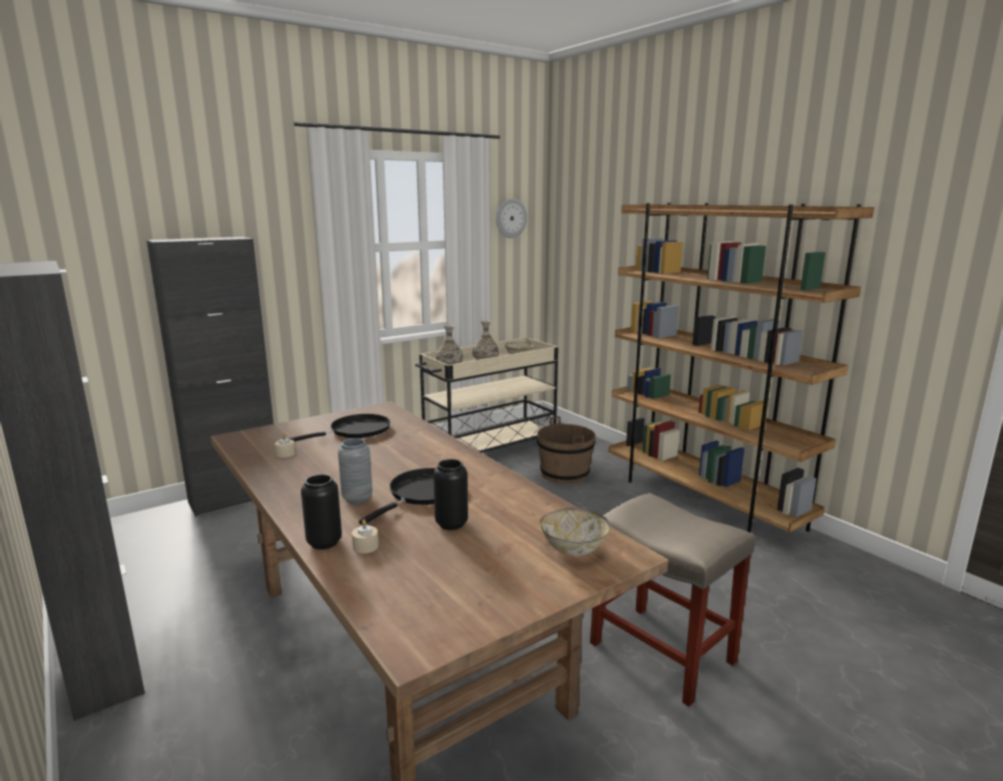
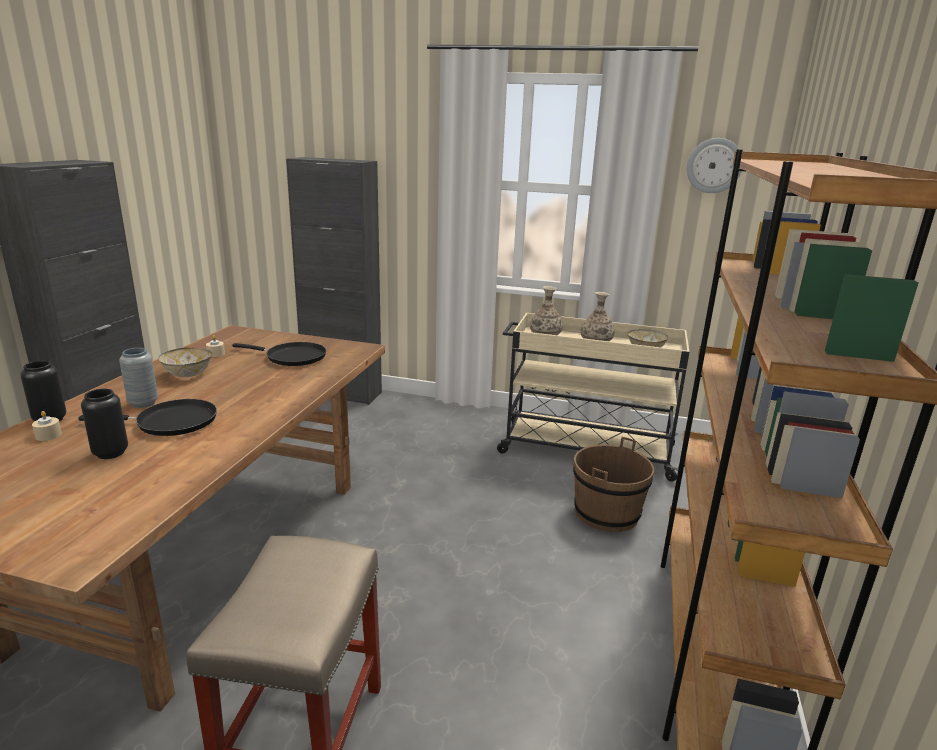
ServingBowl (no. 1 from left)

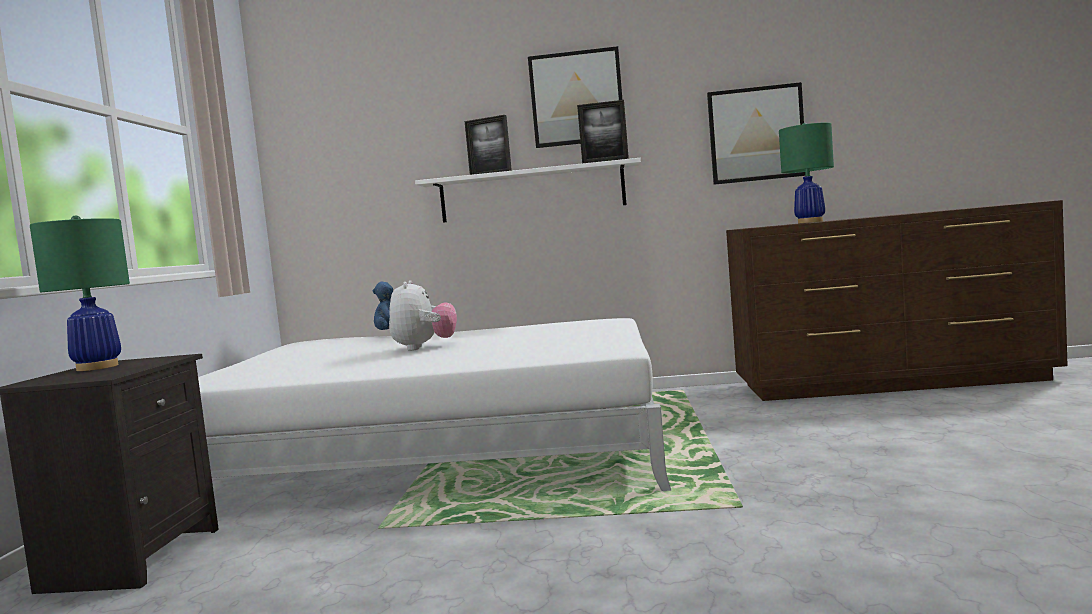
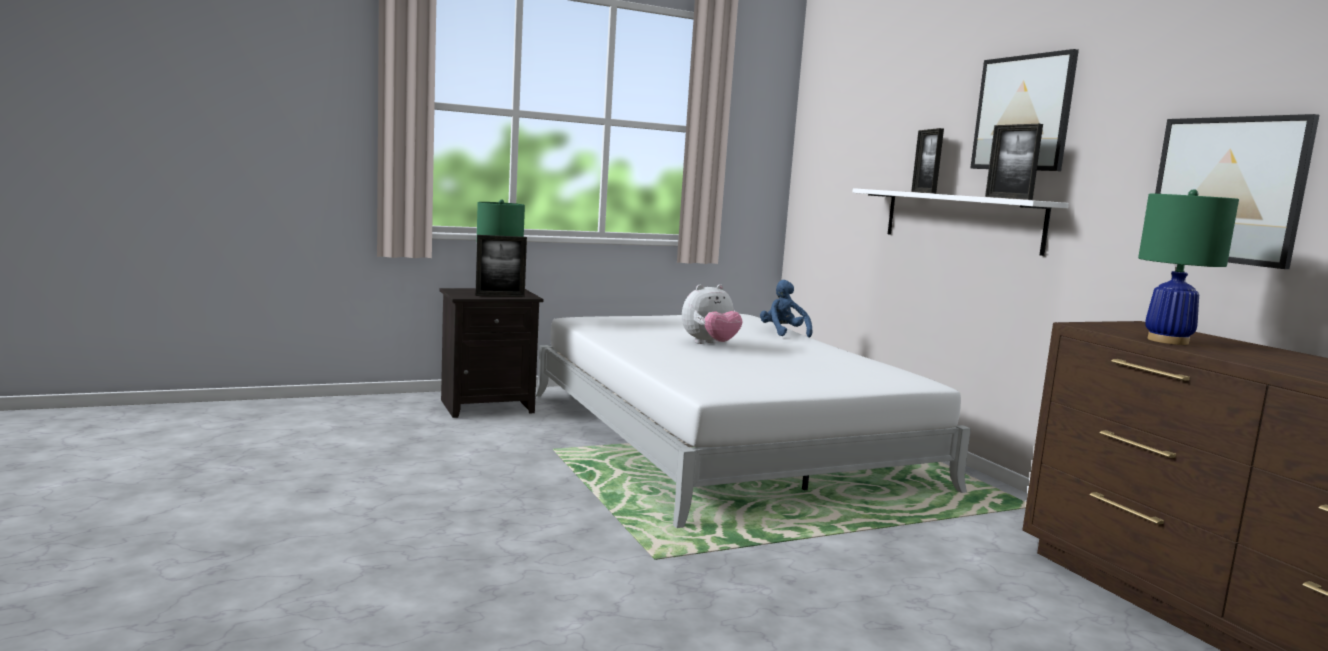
PictureFrame (no. 1 from left)

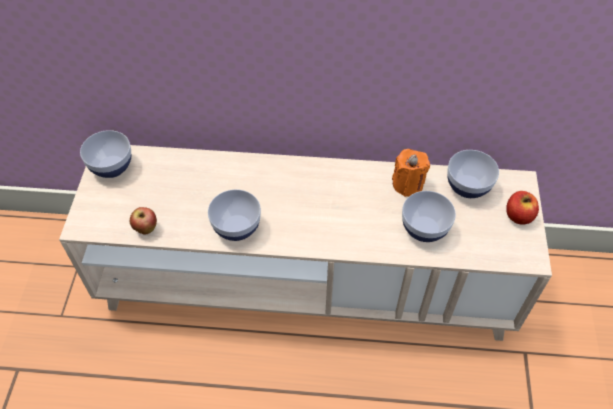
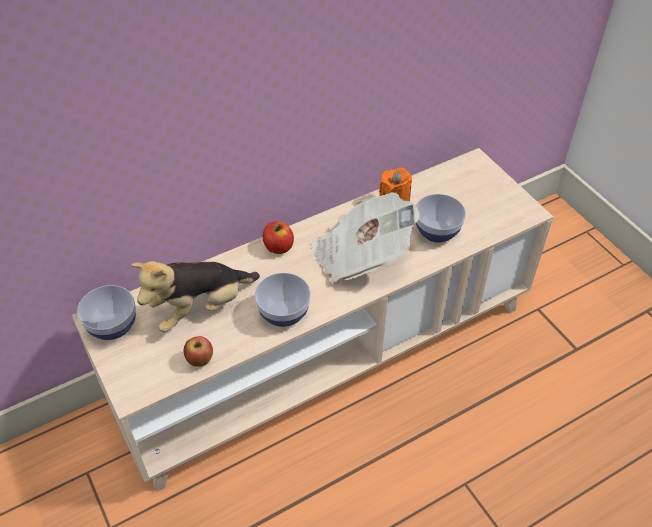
ServingBowl (no. 4 from left in the first image)
PlushToy
DailyPaper
WholeApple (no. 2 from left)

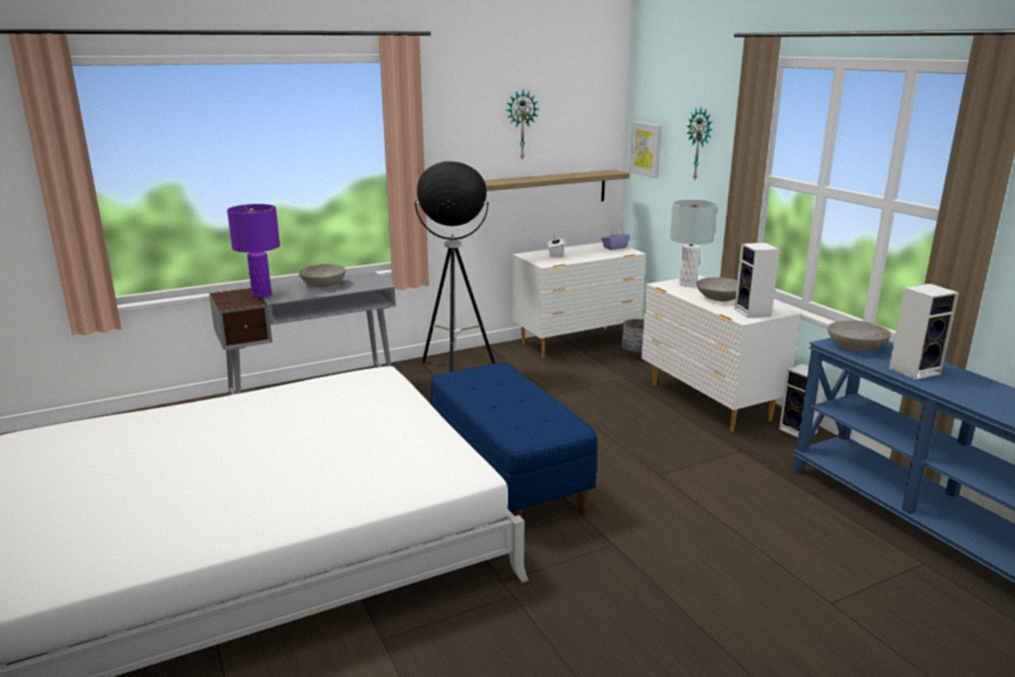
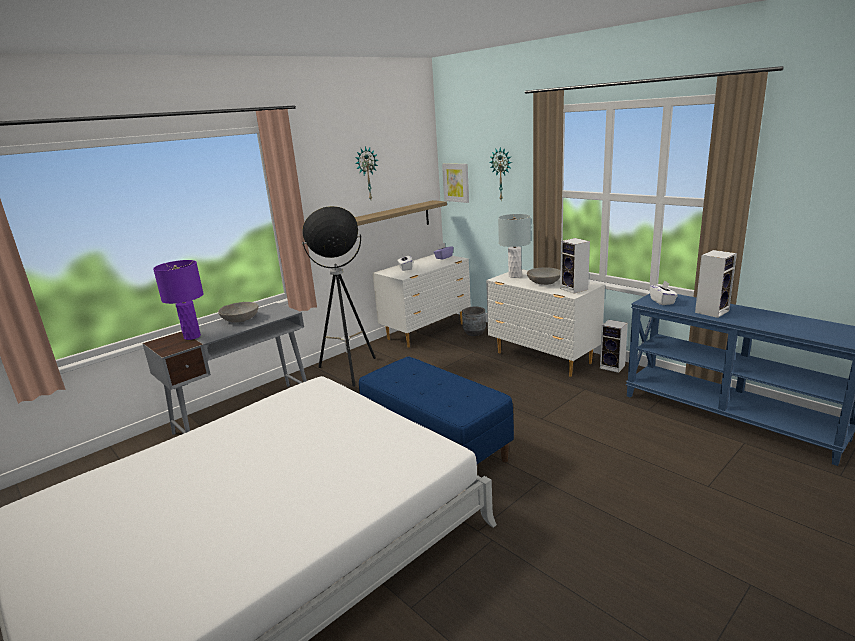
WhiteColouredTissueHolder (no. 2 from left)

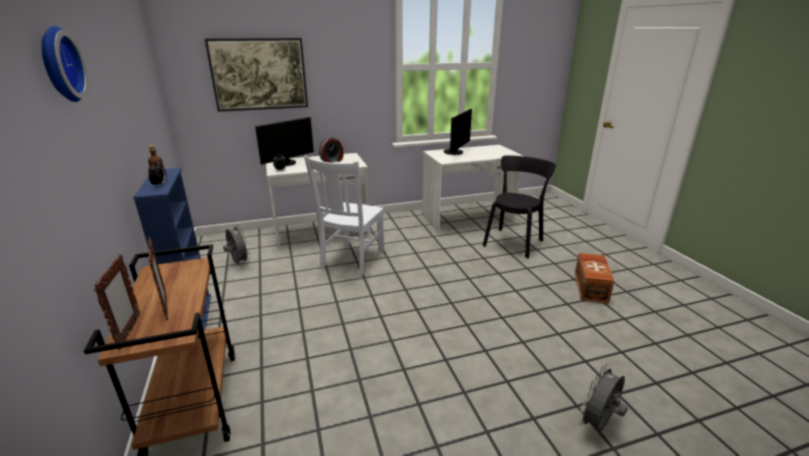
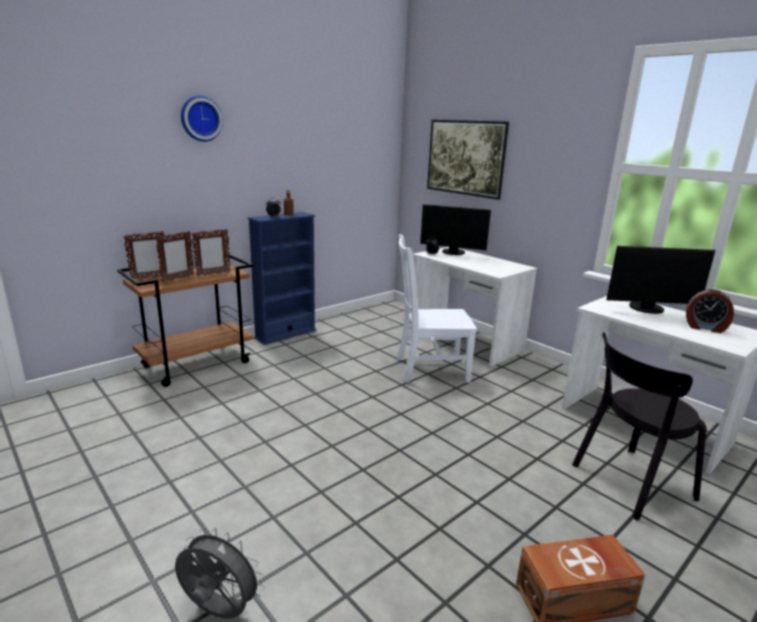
GreyishFan (no. 1 from left in the first image)
PictureFrame (no. 3 from left)
BedsideClock (no. 3 from left)
BlackColouredPlainChair

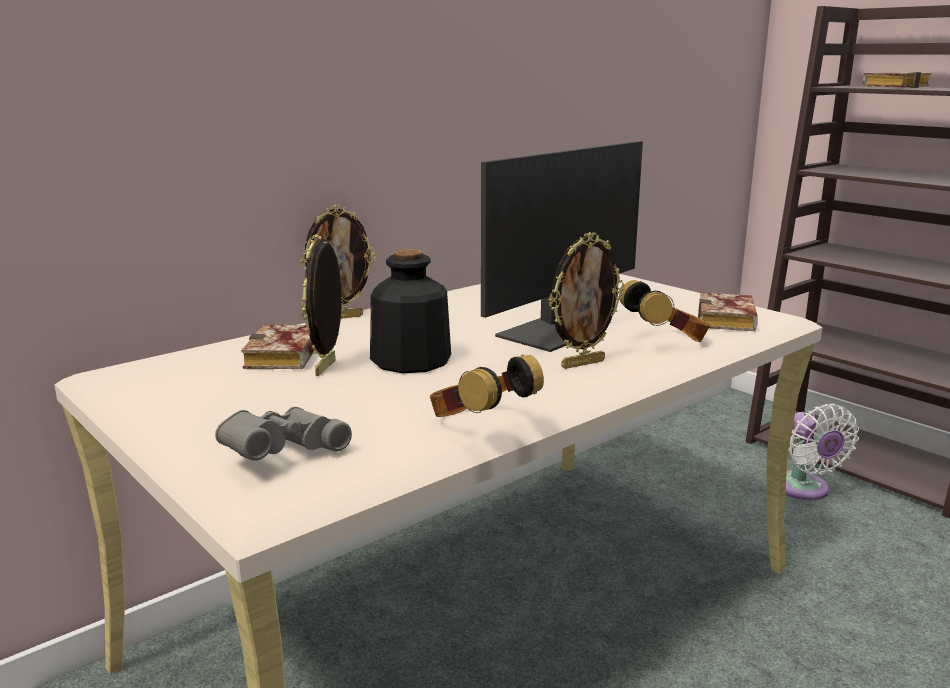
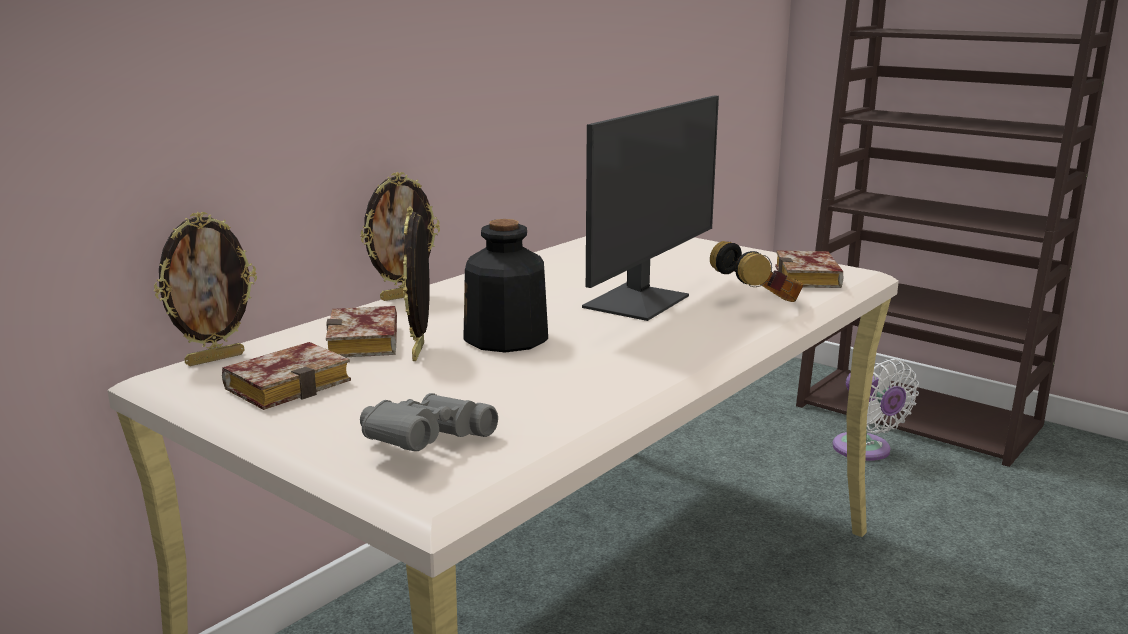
Headset (no. 1 from left in the first image)
PictureFrame (no. 1 from left)
Book (no. 1 from left)

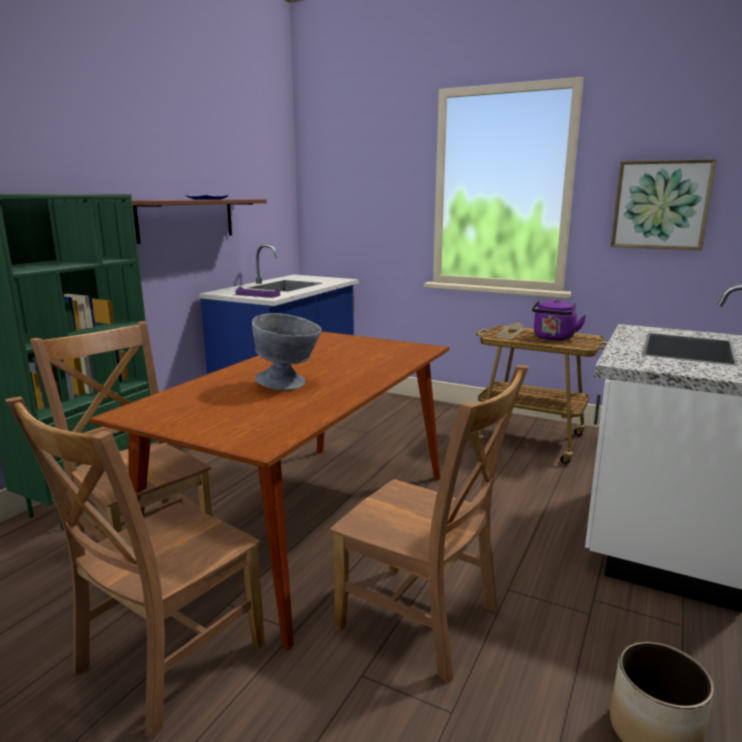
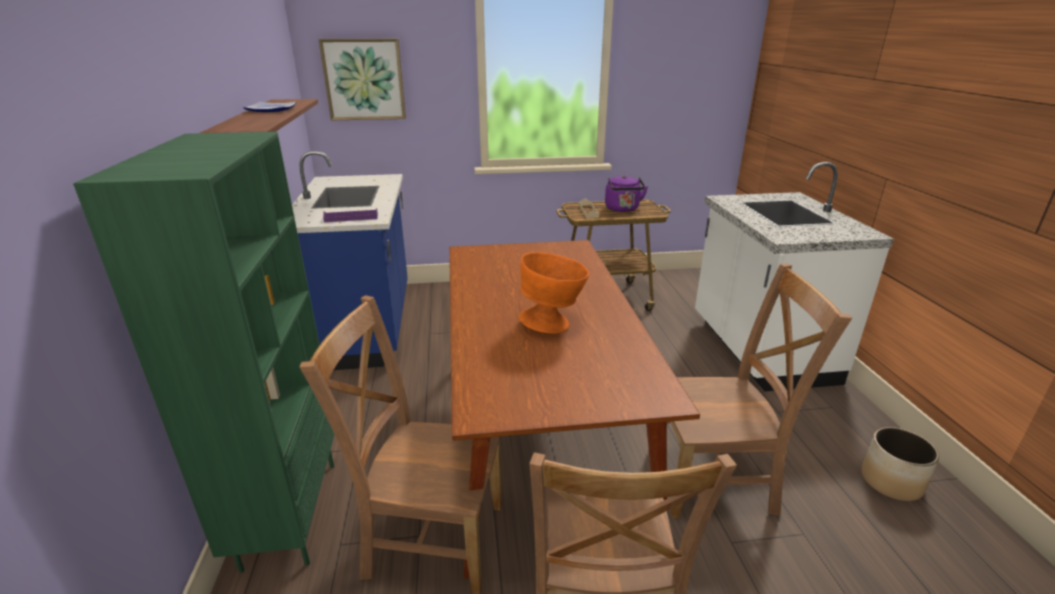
Picture
OrangeServingBowl

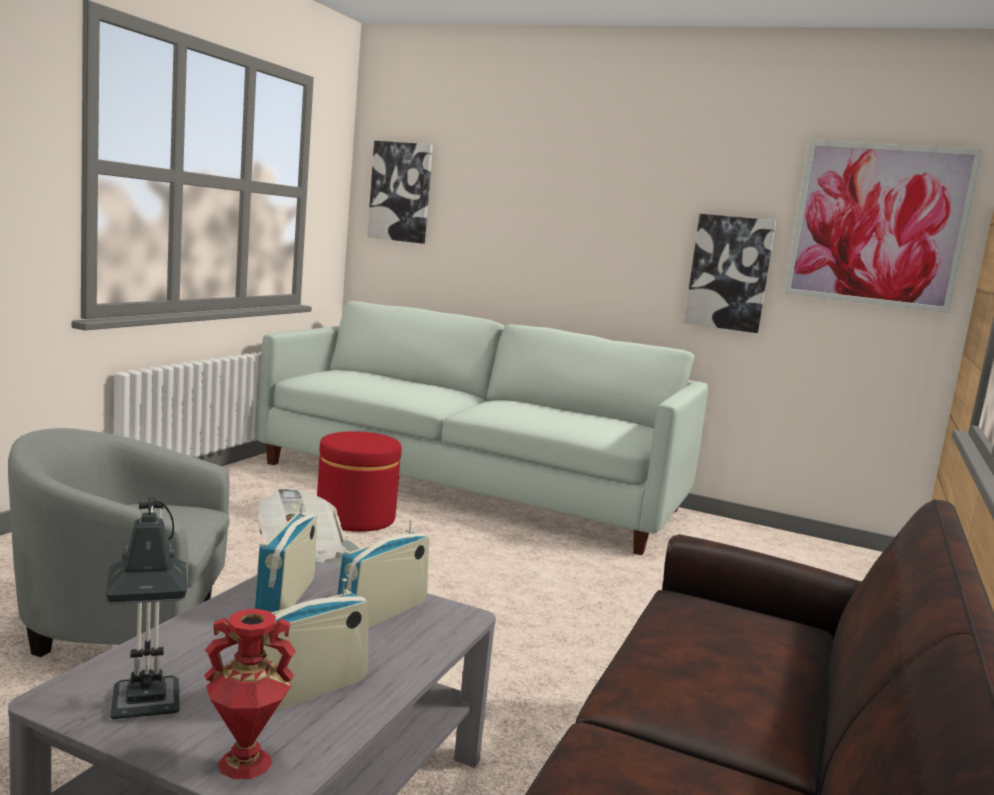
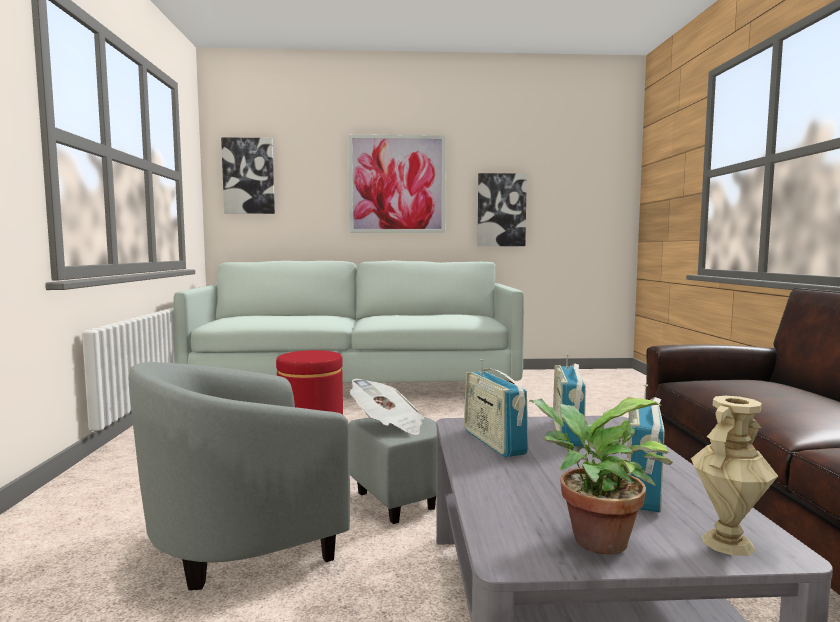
Picture (no. 2 from left)
PottedPlant
BeigeColouredFlowerVase

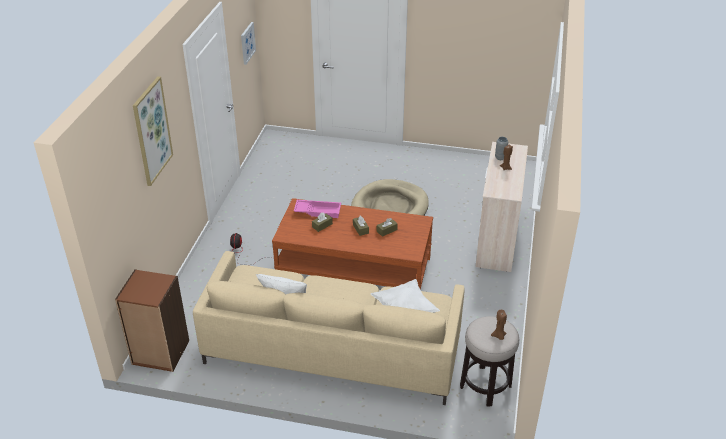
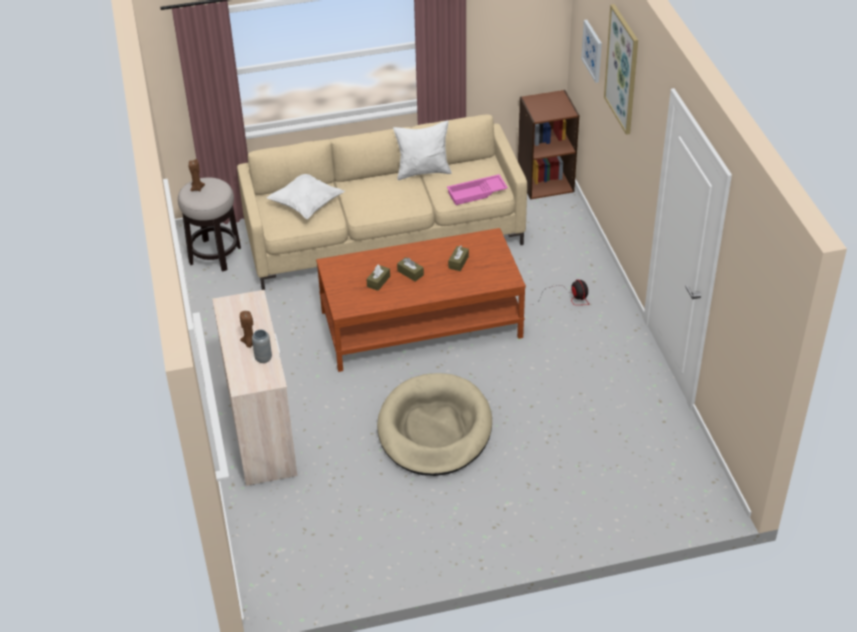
Picture (no. 1 from left)
PinkishTray

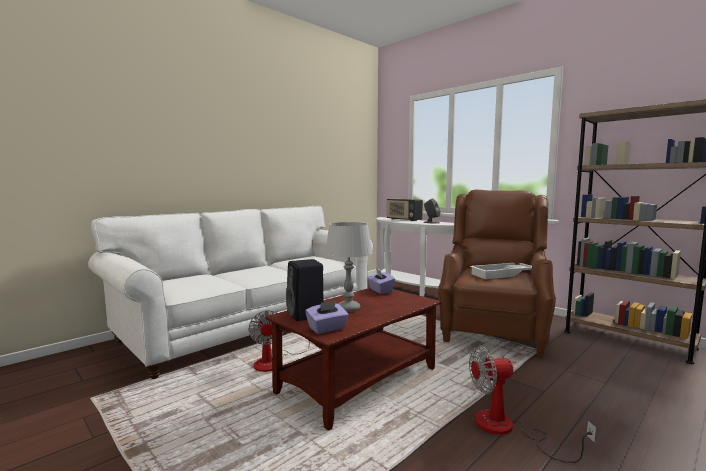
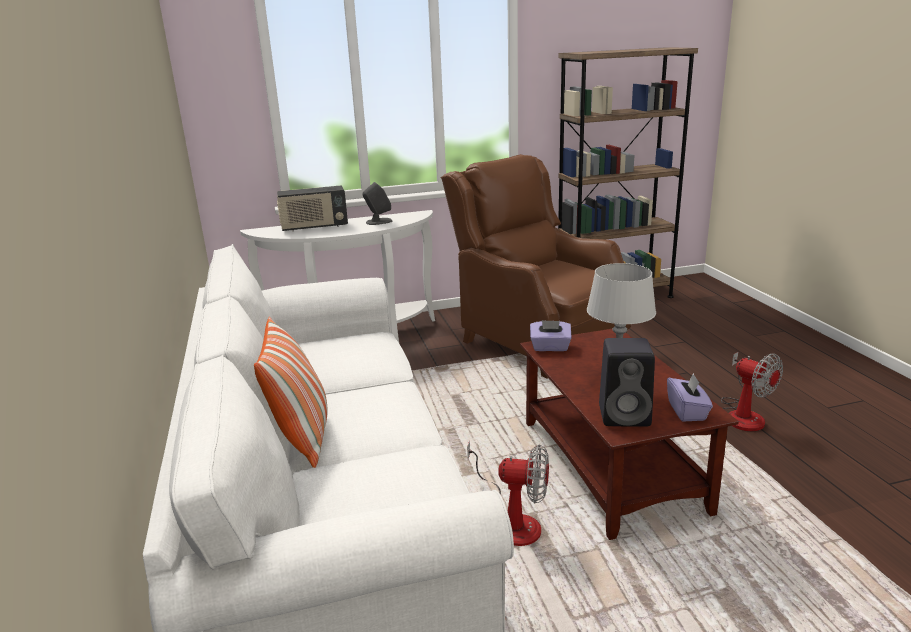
WhiteColouredTray
Cushion
Fan (no. 2 from left)

